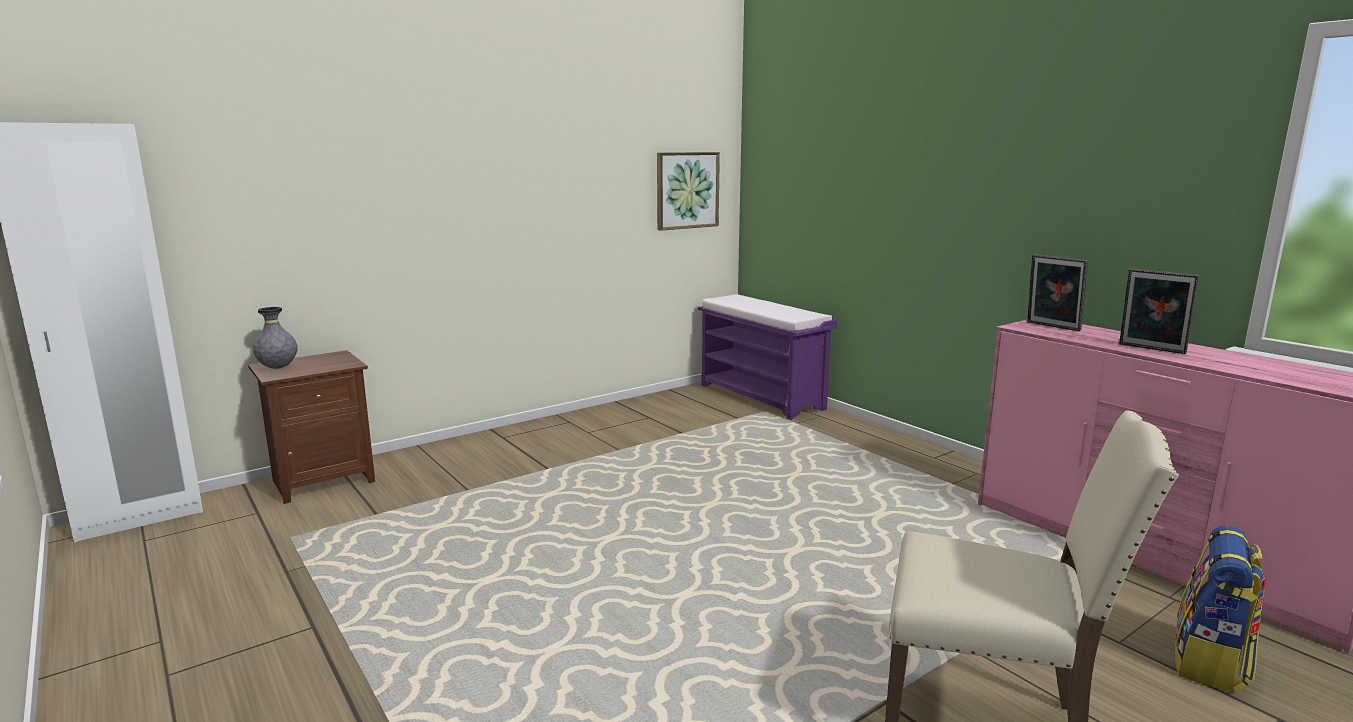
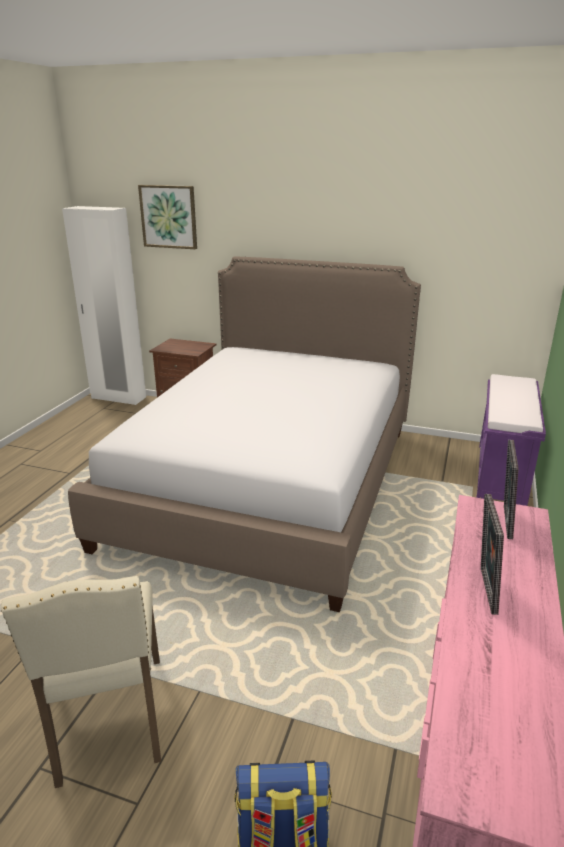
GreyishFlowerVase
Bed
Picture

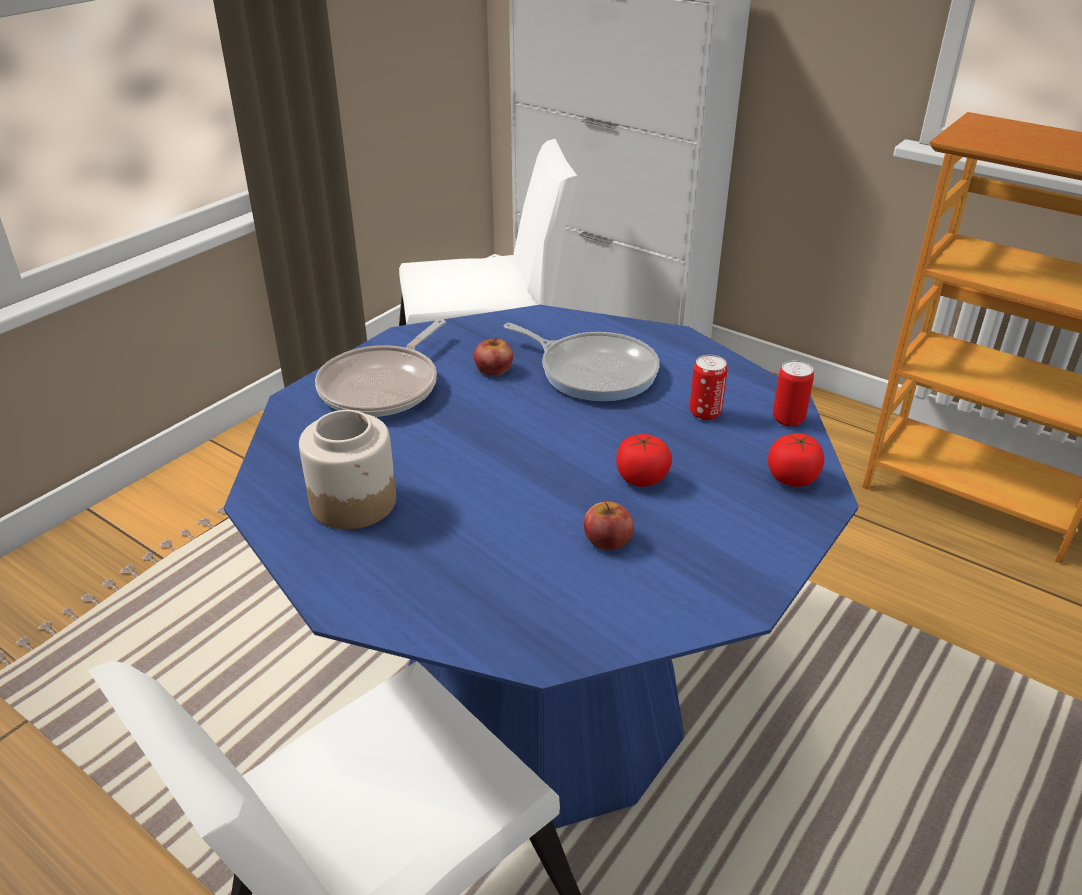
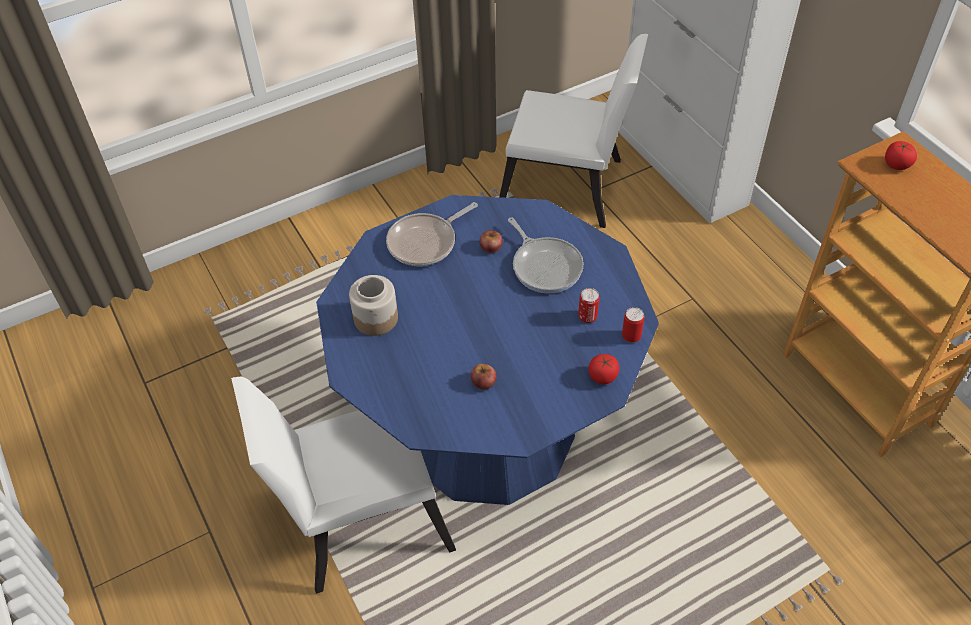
FreshTomato (no. 2 from left)

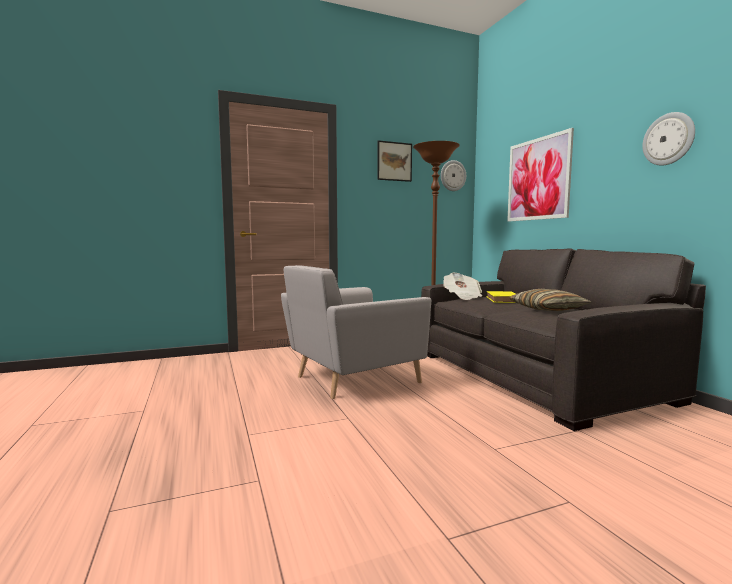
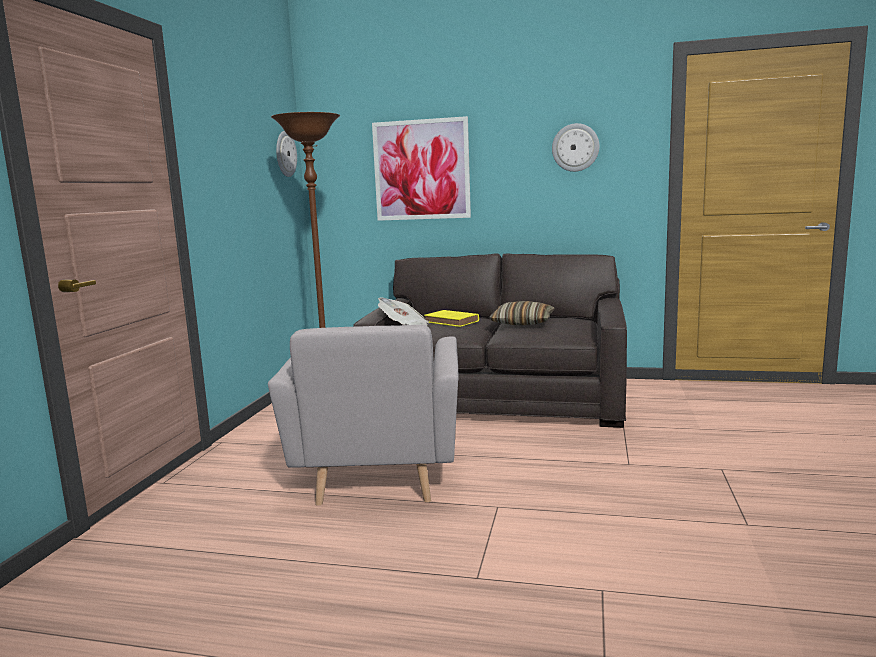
Picture (no. 1 from left in the first image)

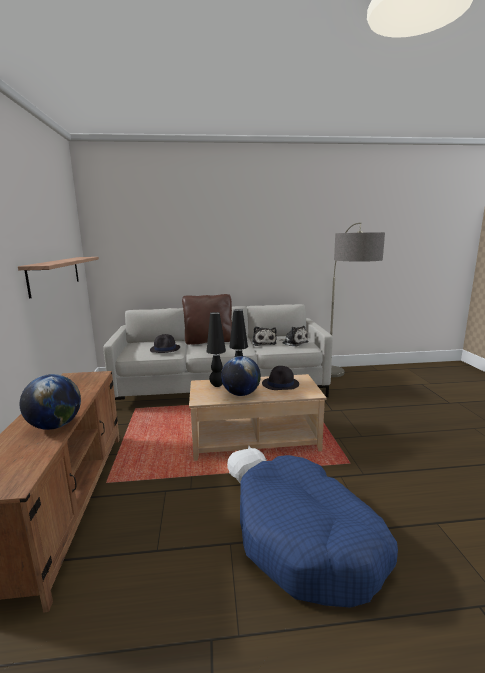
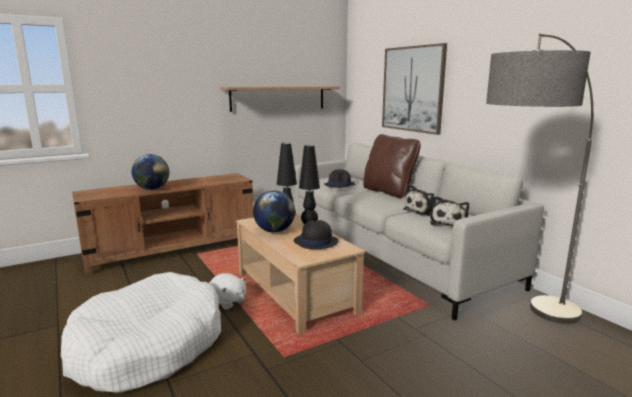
Picture
WhiteColouredPetBed

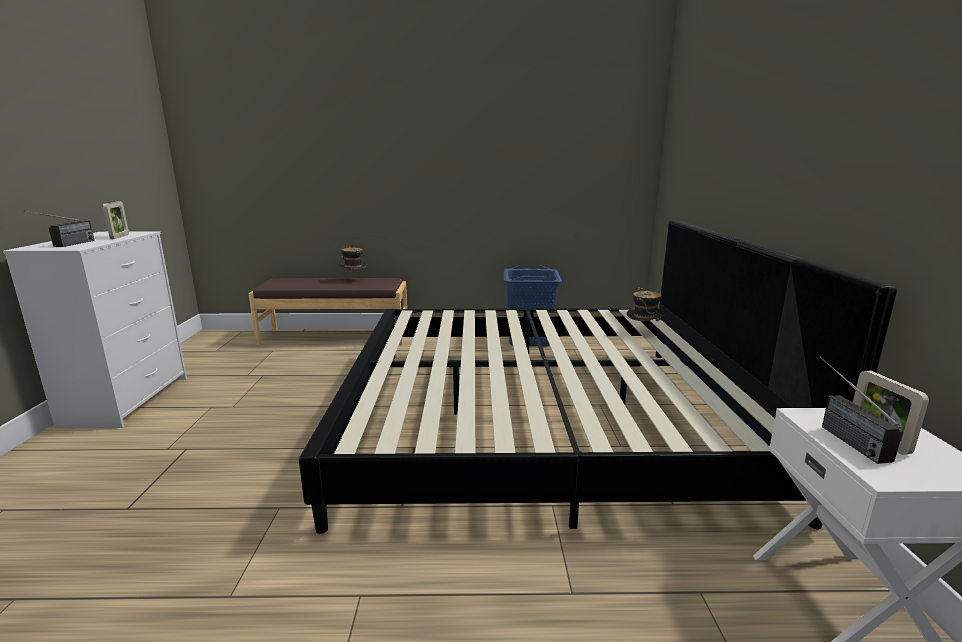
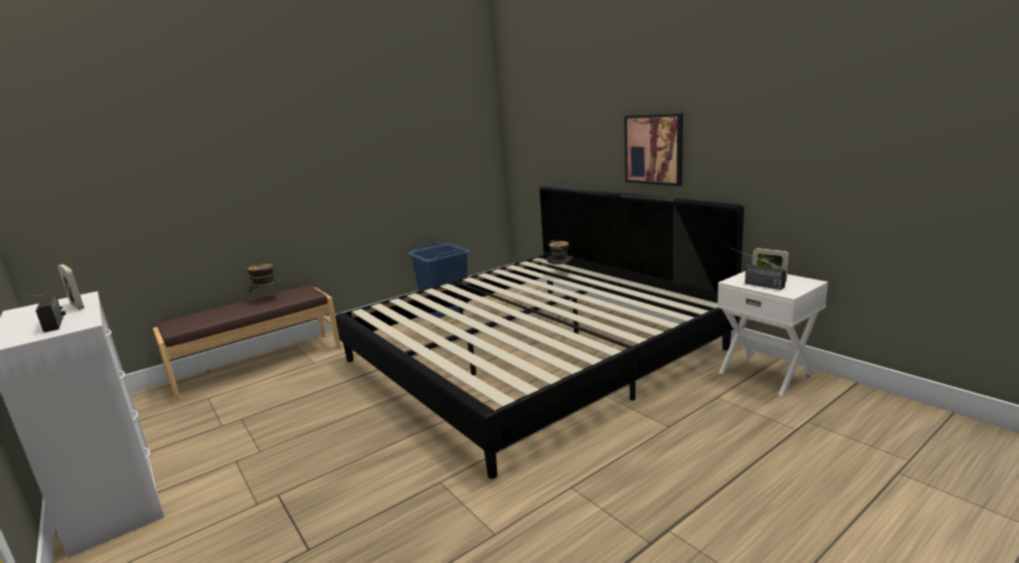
Picture

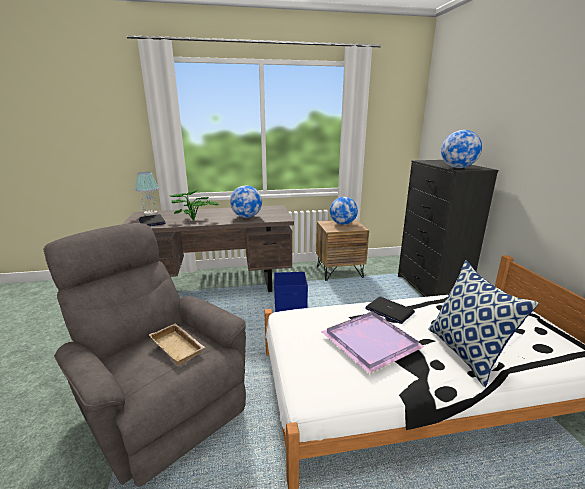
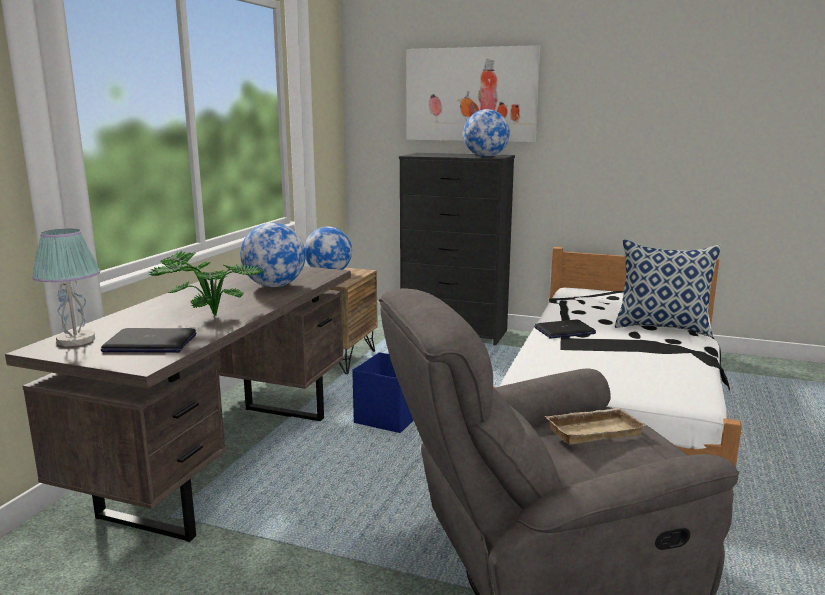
PurpleColouredTray
Picture

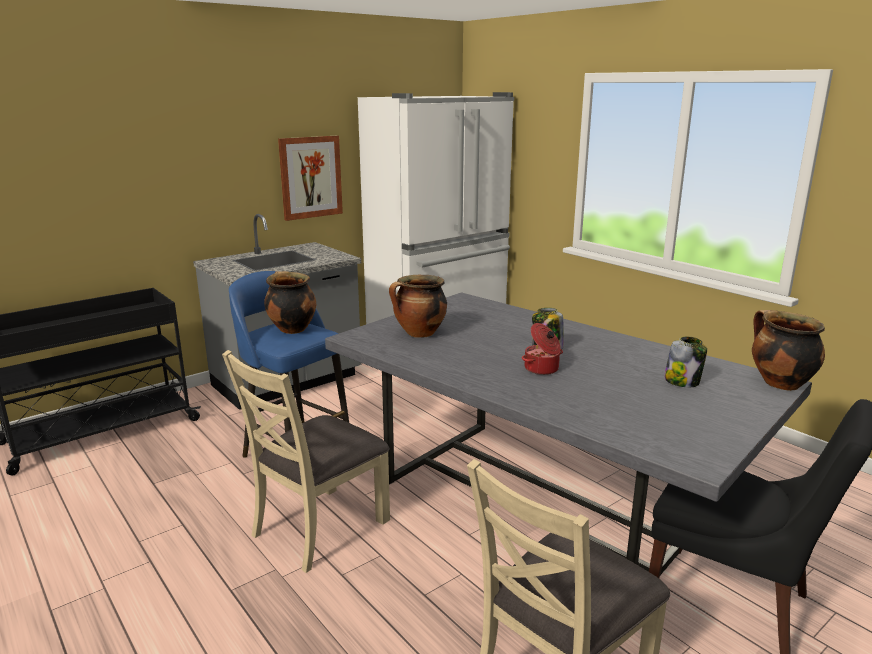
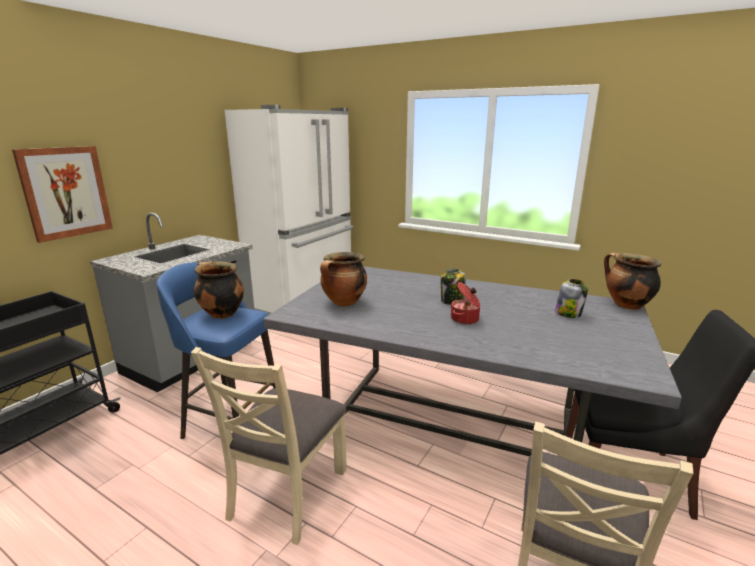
Picture

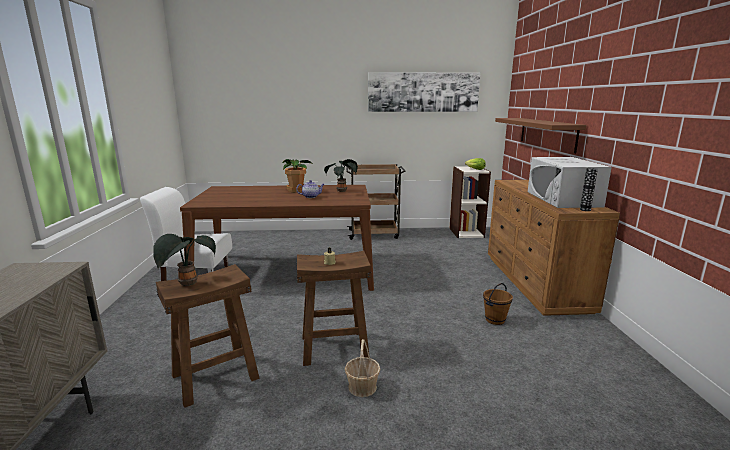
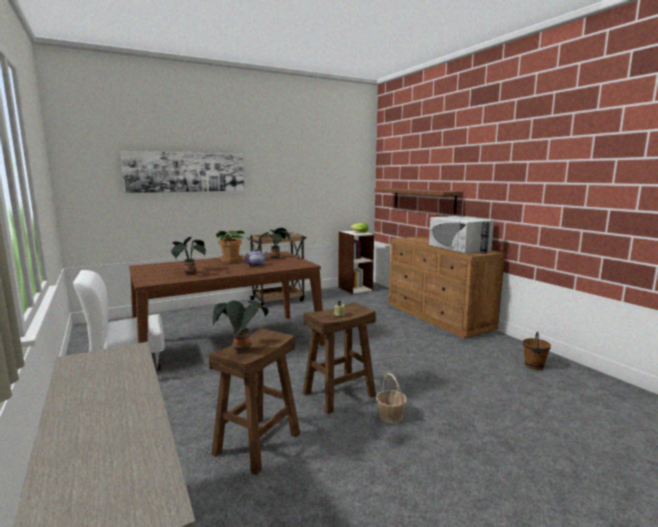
PottedPlant (no. 1 from left)
Picture
BrownColouredBucket

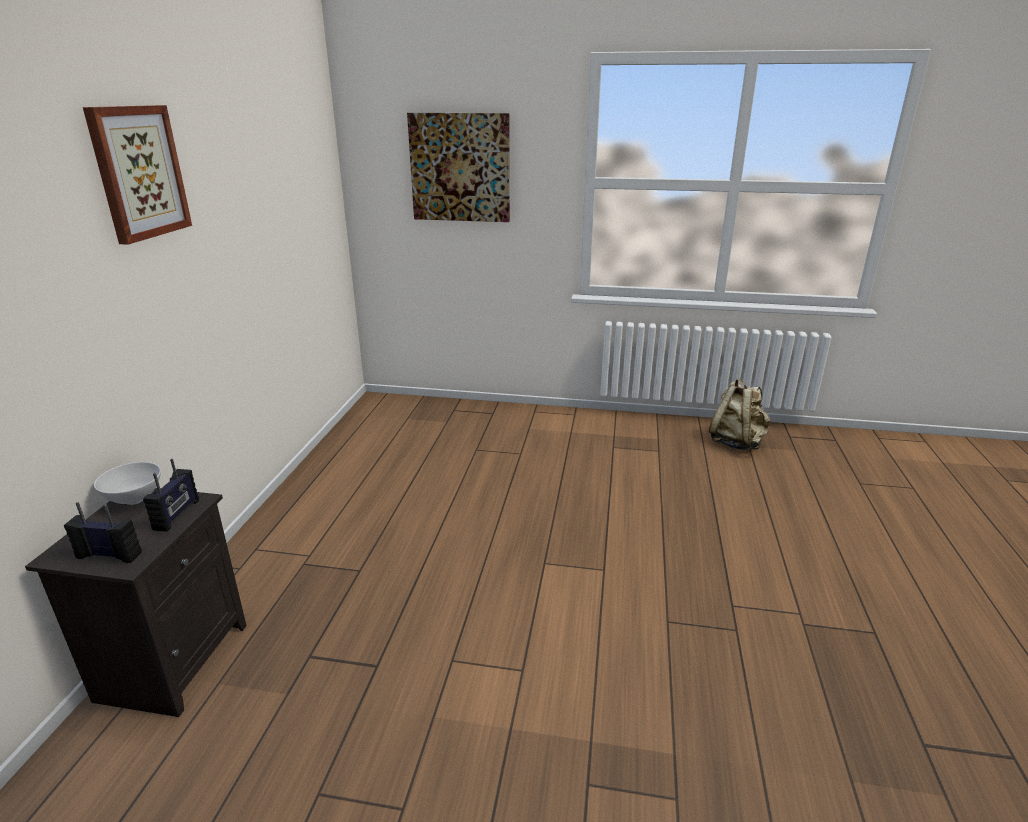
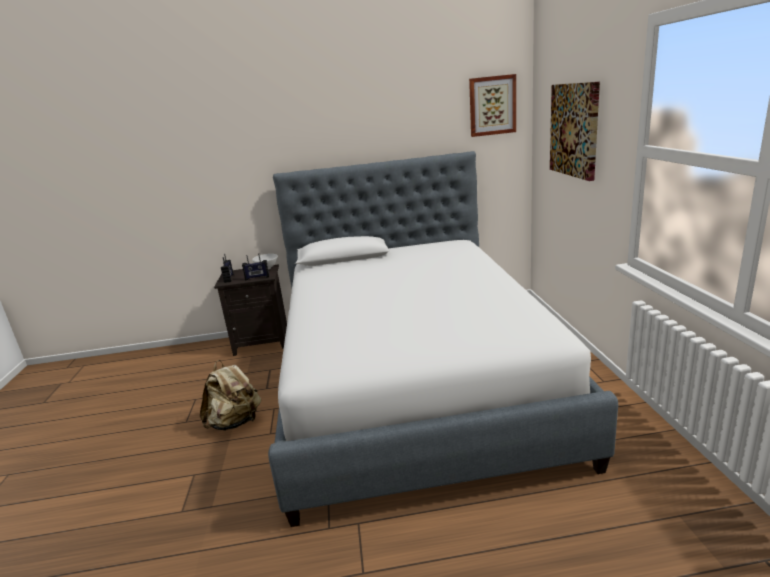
Bed
Picture (no. 1 from left)
BeigeColouredBackpack

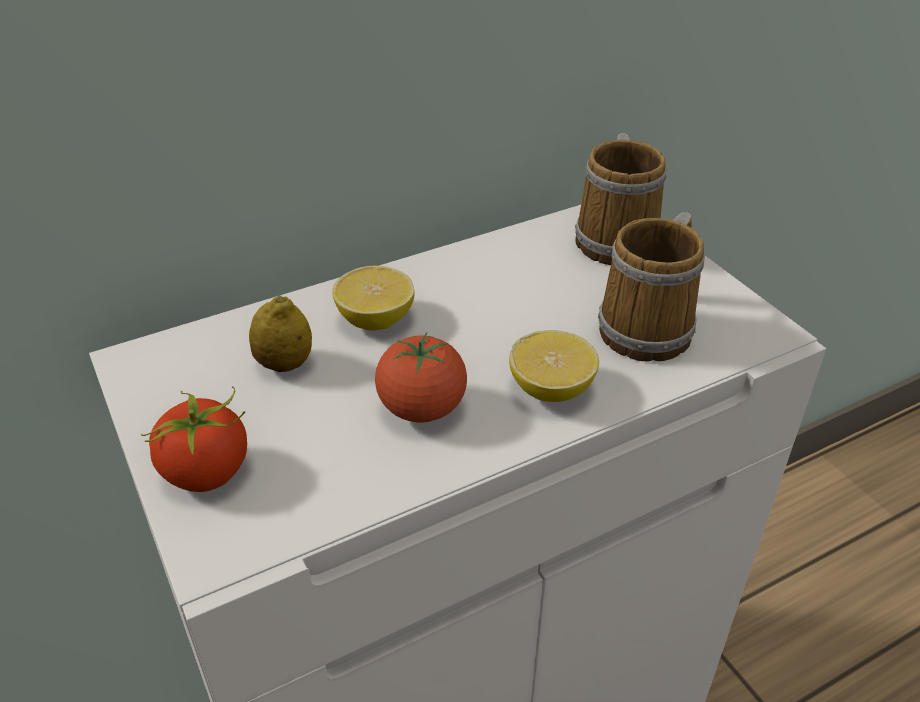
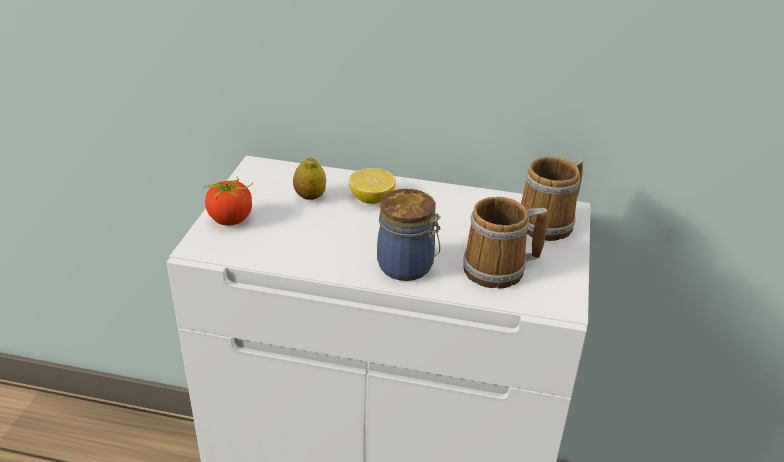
FreshTomato (no. 2 from left in the first image)
PreserveJar

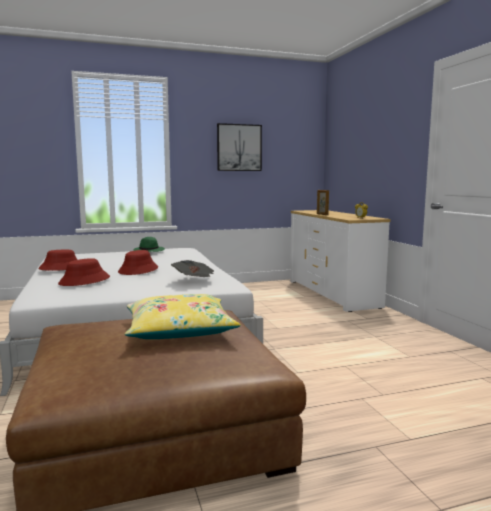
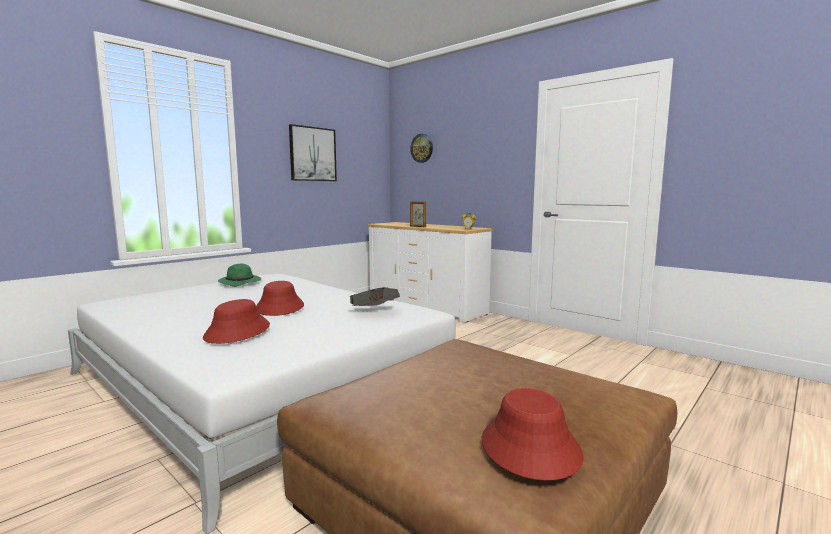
YellowCushion
HangingClock
RedHat (no. 3 from left)

